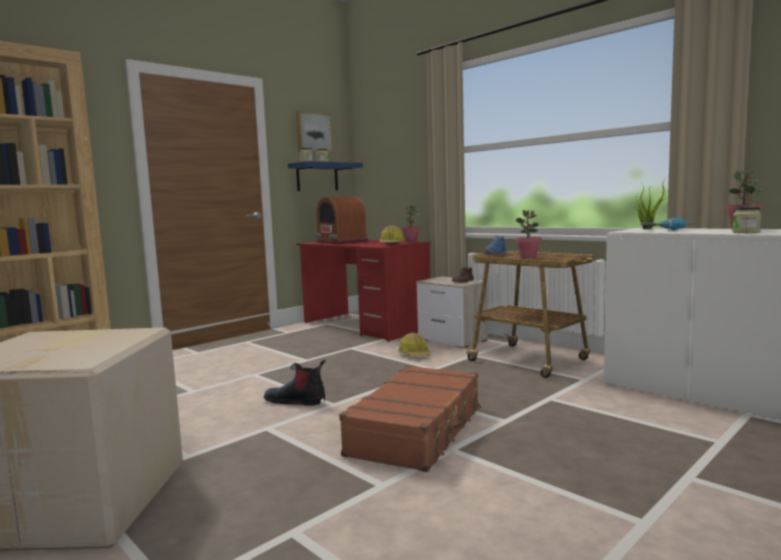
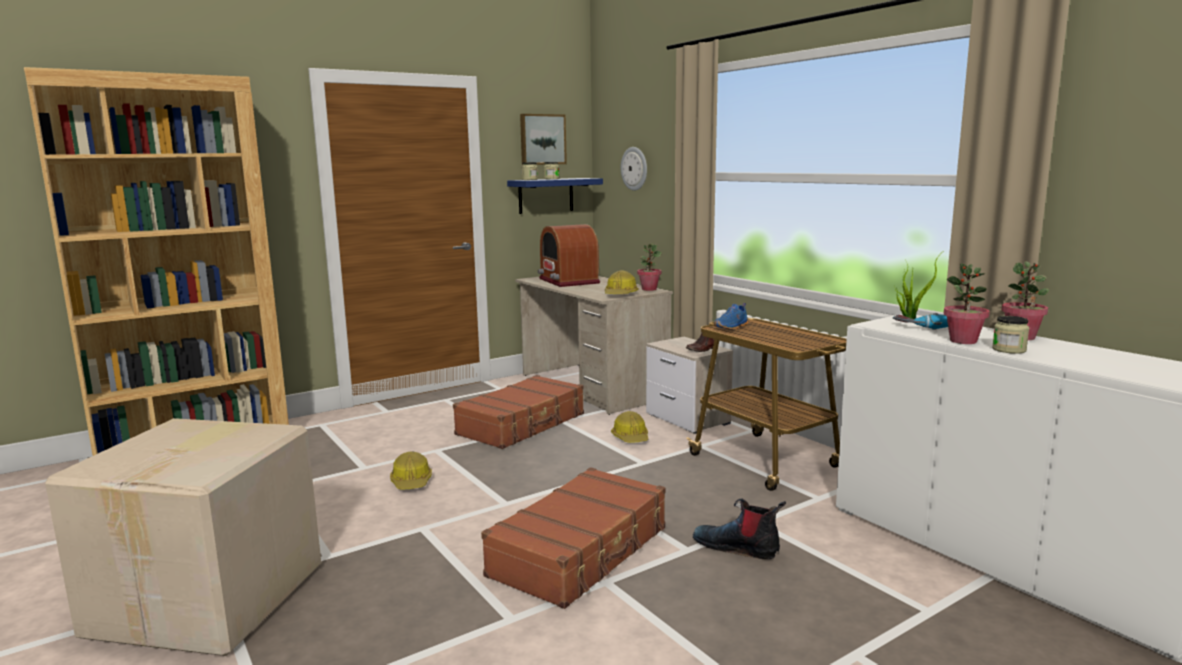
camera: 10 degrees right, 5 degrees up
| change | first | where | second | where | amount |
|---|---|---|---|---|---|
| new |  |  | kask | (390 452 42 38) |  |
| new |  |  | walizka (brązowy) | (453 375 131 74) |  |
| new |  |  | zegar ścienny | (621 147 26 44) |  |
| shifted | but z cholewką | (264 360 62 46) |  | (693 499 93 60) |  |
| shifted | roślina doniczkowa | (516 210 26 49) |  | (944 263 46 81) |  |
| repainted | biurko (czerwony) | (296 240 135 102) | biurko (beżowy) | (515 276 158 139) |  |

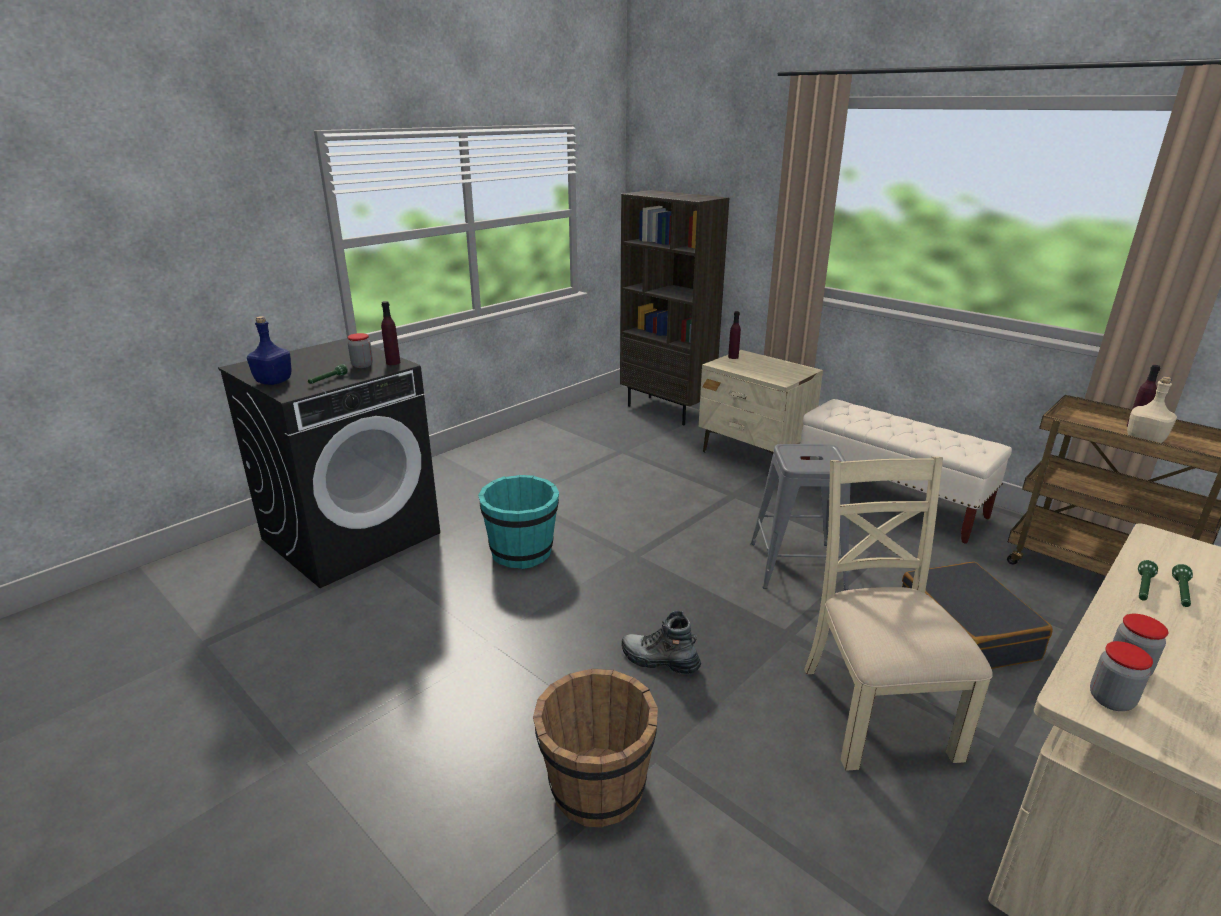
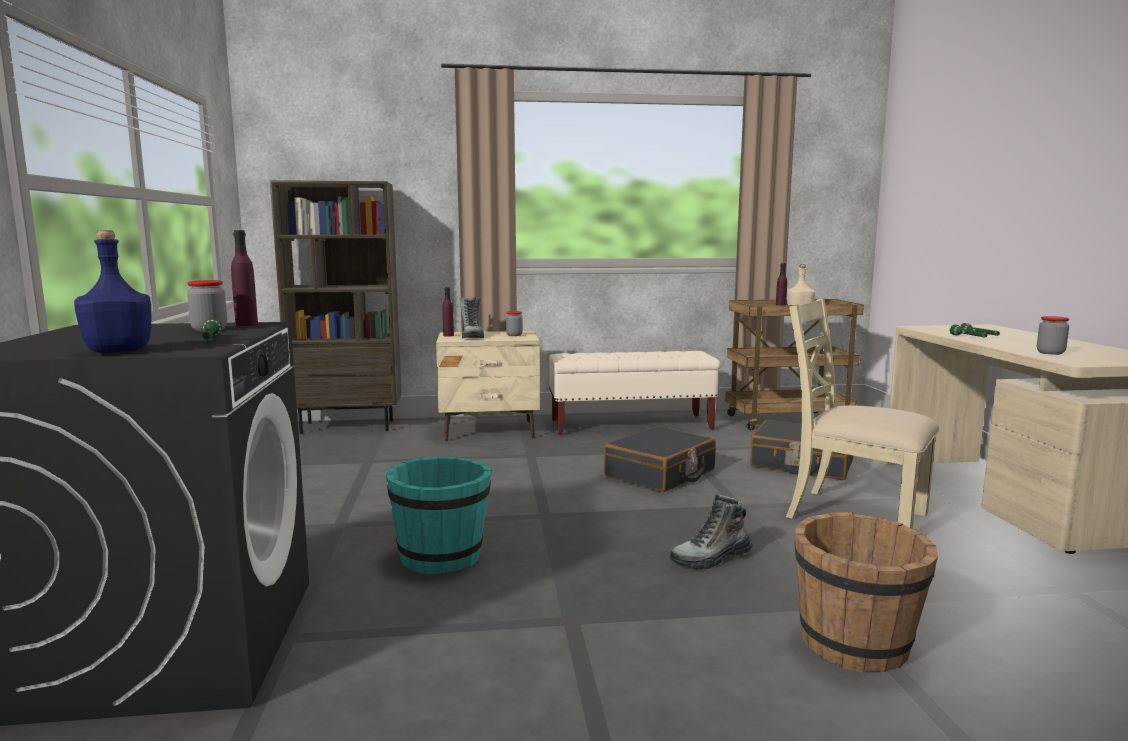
camera: 50 degrees left, 15 degrees down
| change | first | where | second | where | amount |
|---|---|---|---|---|---|
| new |  |  | but z cholewką | (460 297 24 41) |  |
| shifted | słoik | (1090 641 63 70) |  | (506 311 17 25) |  |
| swapped | stołek (szary) | (751 444 99 146) | walizka (czarny) | (604 426 112 66) |  |

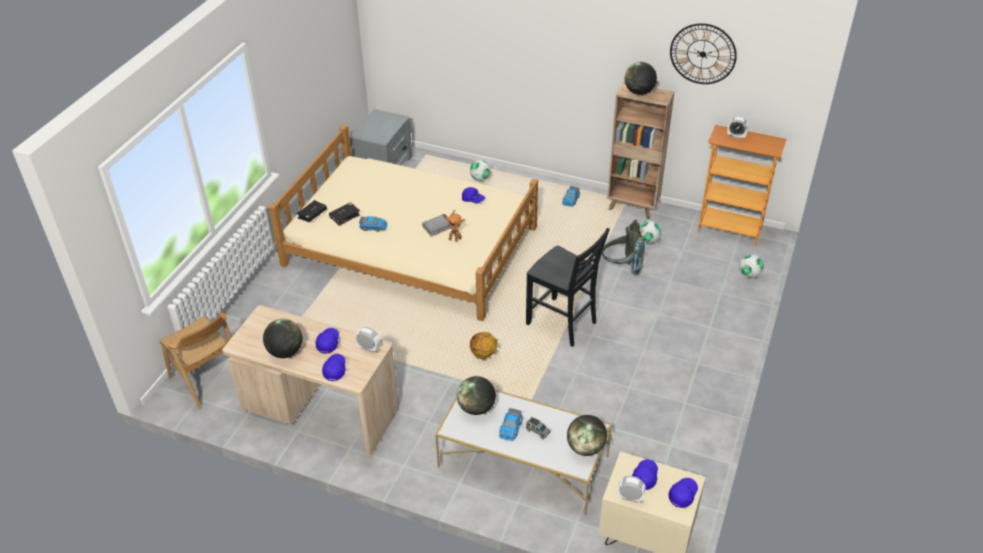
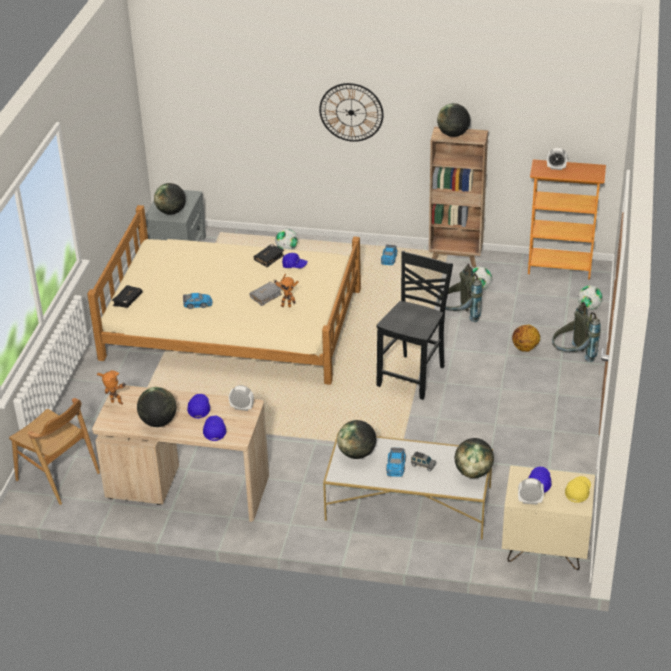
camera: 10 degrees left, 5 degrees down
| change | first | where | second | where | amount |
|---|---|---|---|---|---|
| new |  |  | robot zabawkowy | (97 370 29 35) |  |
| new |  |  | globus | (154 183 32 32) |  |
| new |  |  | plecak (szary) | (552 302 49 60) |  |
| shifted | książka (czarny) | (329 203 31 23) |  | (254 244 30 23) |  |
| shifted | piłka do koszykówki | (470 332 28 28) |  | (512 325 28 27) |  |
| shifted | zegar ścienny | (670 23 67 61) |  | (319 83 65 59) |  |
| repainted | czapka z daszkiem (niebieski) | (668 478 30 30) | czapka z daszkiem (żółty) | (565 476 26 27) |  |
| rotated | krzesło (czarny) | (526 228 84 119) |  | (377 251 76 149) | 90 degrees counterclockwise |

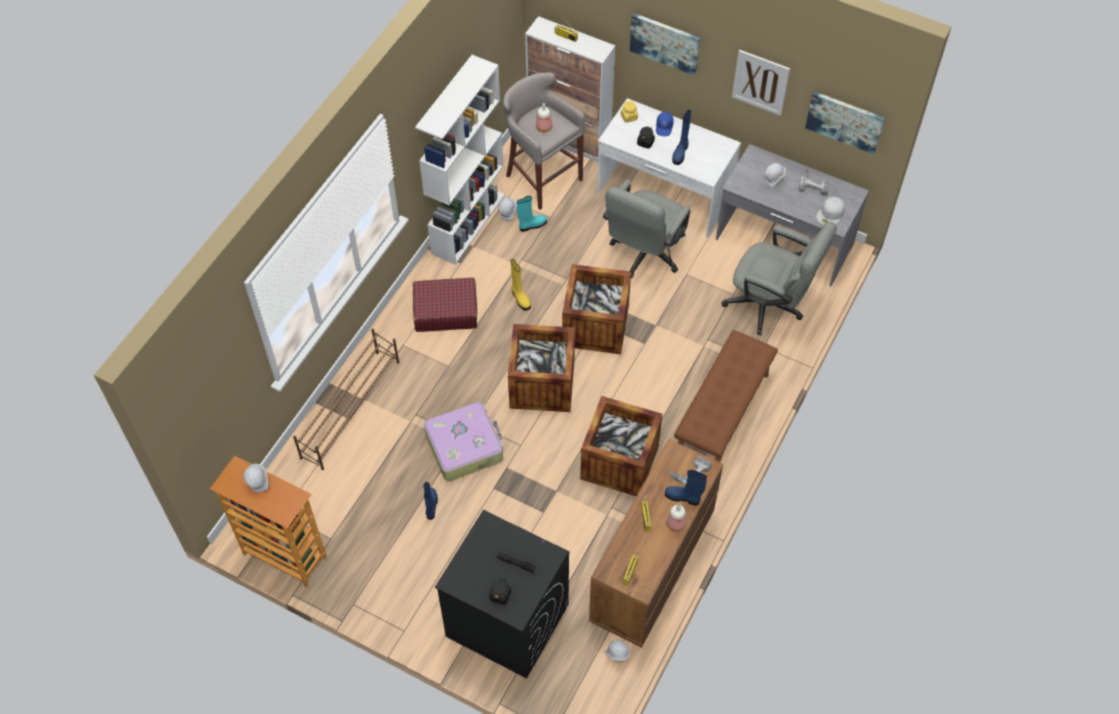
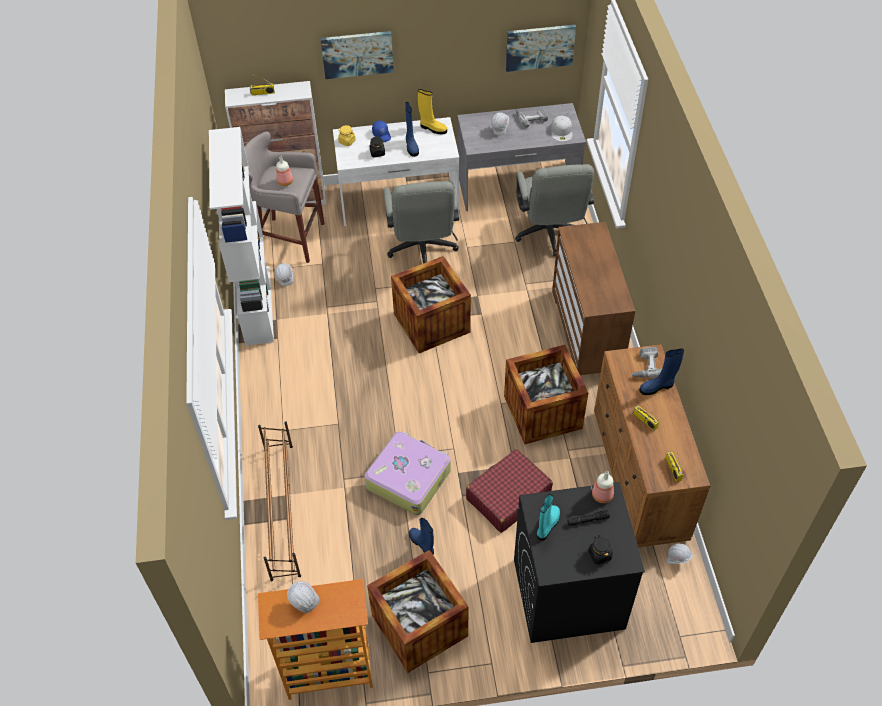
camera: 35 degrees left, 5 degrees down
| change | first | where | second | where | amount |
|---|---|---|---|---|---|
| gone | obraz | (732 50 58 66) |  |  |  |
| shifted | walizka (czerwony) | (413 277 64 55) |  | (466 449 87 84) |  |
| shifted | skrzynka | (508 324 67 88) |  | (367 550 102 123) |  |
| shifted | but z cholewką (żółty) | (511 259 20 52) |  | (418 89 29 45) |  |
| shifted | but z cholewką (turkusowy) | (517 196 30 36) |  | (537 494 23 47) |  |
| shifted | butelka | (666 503 21 29) |  | (592 471 22 32) |  |
| swapped | ławka (brązowy) | (674 330 104 132) | komoda (brązowy) | (552 222 83 153) |  |
| rotated | krzesło biurowe (szary) | (721 221 116 114) |  | (515 164 79 93) | 90 degrees clockwise |

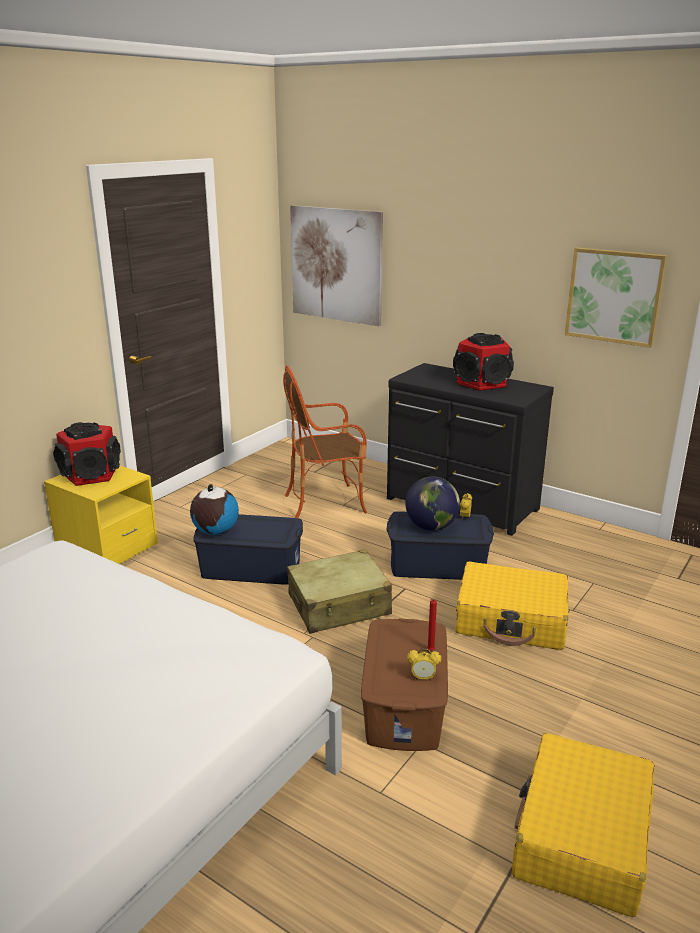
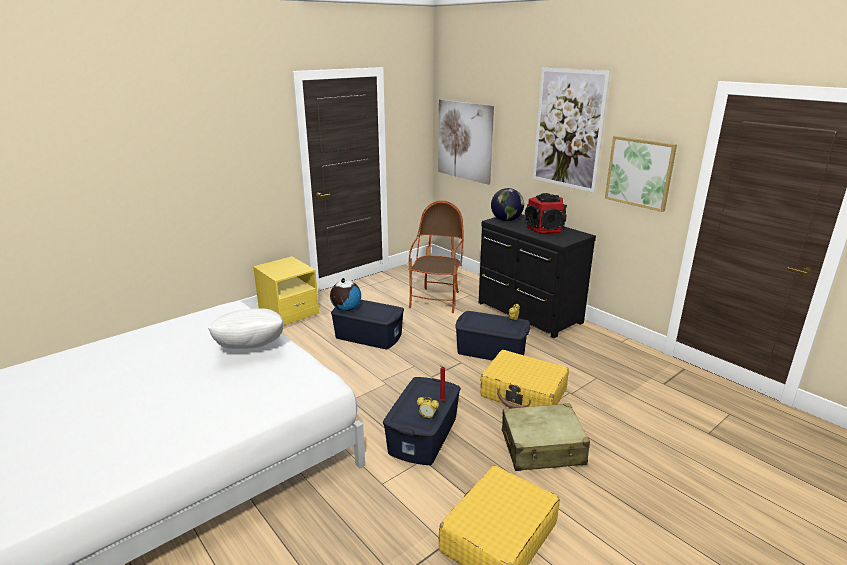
camera: 15 degrees right, 0 degrees up
| change | first | where | second | where | amount |
|---|---|---|---|---|---|
| gone | głośnik | (53 422 68 64) |  |  |  |
| new |  |  | poduszka (biały) | (207 308 77 41) |  |
| new |  |  | obraz | (533 68 77 125) |  |
| shifted | walizka (beżowy) | (287 549 105 85) |  | (502 403 88 68) |  |
| shifted | globus | (405 476 55 55) |  | (491 188 33 33) |  |
| repainted | pojemnik do przechowywania (brązowy) | (361 619 87 132) | pojemnik do przechowywania (niebieski) | (383 377 78 88) |  |
| rotated | fotel | (283 365 84 153) |  | (408 200 56 113) | 105 degrees clockwise |

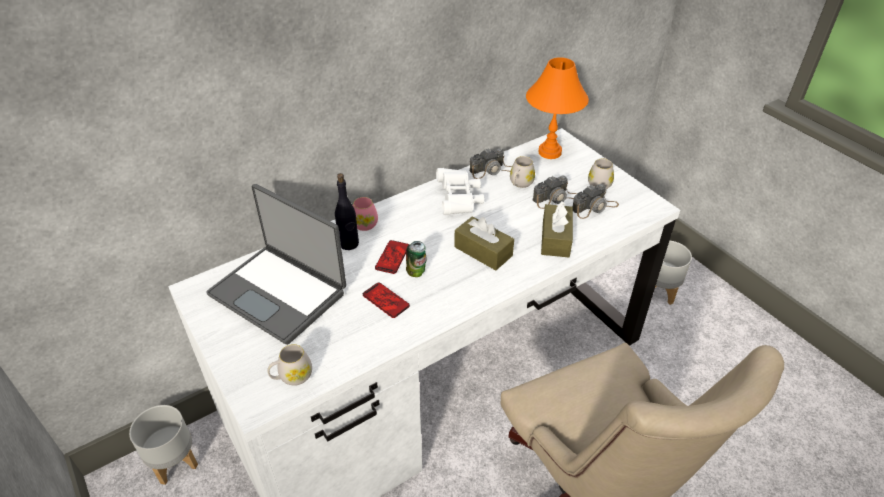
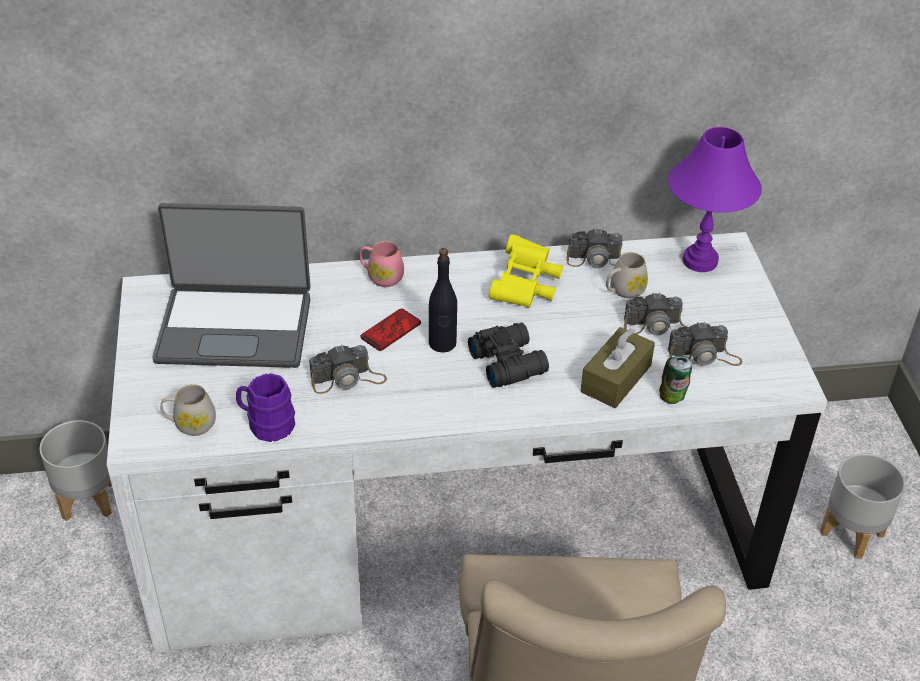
camera: 25 degrees right, 0 degrees up
| change | first | where | second | where | amount |
|---|---|---|---|---|---|
| gone | kubek (biały) | (588 157 26 32) |  |  |  |
| new |  |  | kubek (fioletowy) | (236 373 59 69) |  |
| shifted | butelka (czarny) | (335 173 24 77) |  | (429 248 28 105) |  |
| shifted | puszka | (406 241 21 36) |  | (659 355 33 49) |  |
| swapped | telefon | (363 282 47 36) | aparat fotograficzny | (309 344 78 50) |  |
| swapped | pudełko chusteczek (brązowy) | (454 216 60 54) | lornetka (czarny) | (468 323 81 65) |  |
| repainted | lornetka (biały) | (436 168 48 47) | lornetka (żółty) | (489 234 74 74) |  |
| repainted | lampa stołowa (pomarańczowy) | (526 57 63 102) | lampa stołowa (fioletowy) | (668 127 94 145) |  |
| rotated | laptop | (206 184 140 161) |  | (152 203 158 165) | 60 degrees counterclockwise |

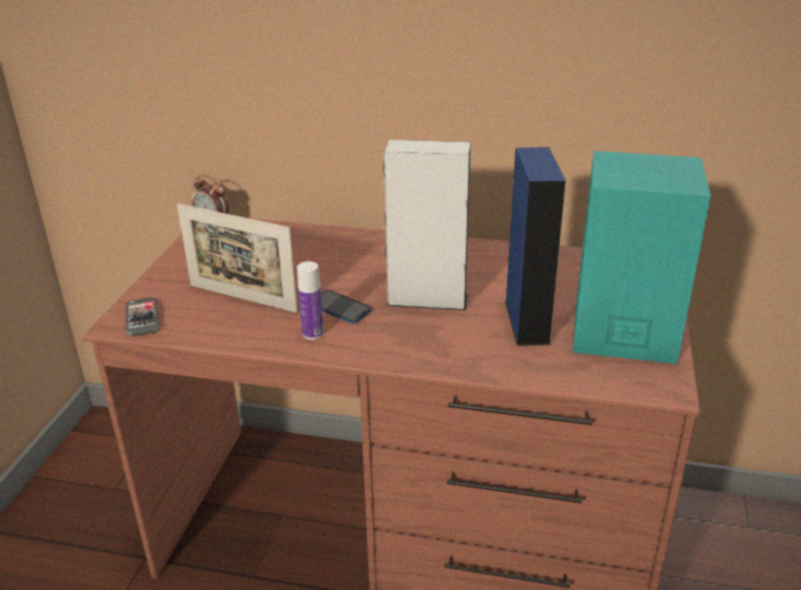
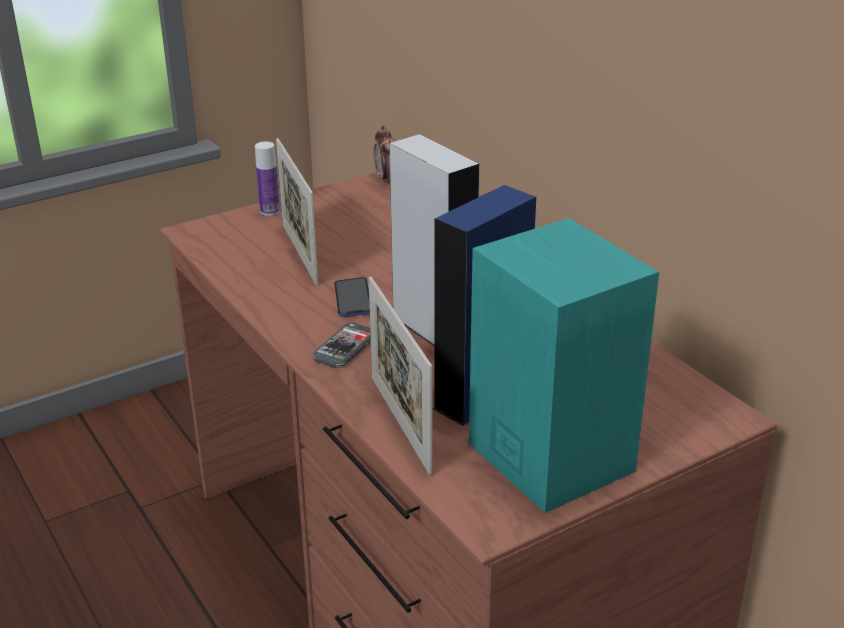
camera: 45 degrees right, 0 degrees up
| change | first | where | second | where | amount |
|---|---|---|---|---|---|
| new |  |  | ramka na zdjęcie | (369 277 64 198) |  |
| shifted | telefon | (125 297 35 39) |  | (312 323 59 45) |  |
| shifted | butelka | (297 261 27 79) |  | (255 142 25 74) |  |

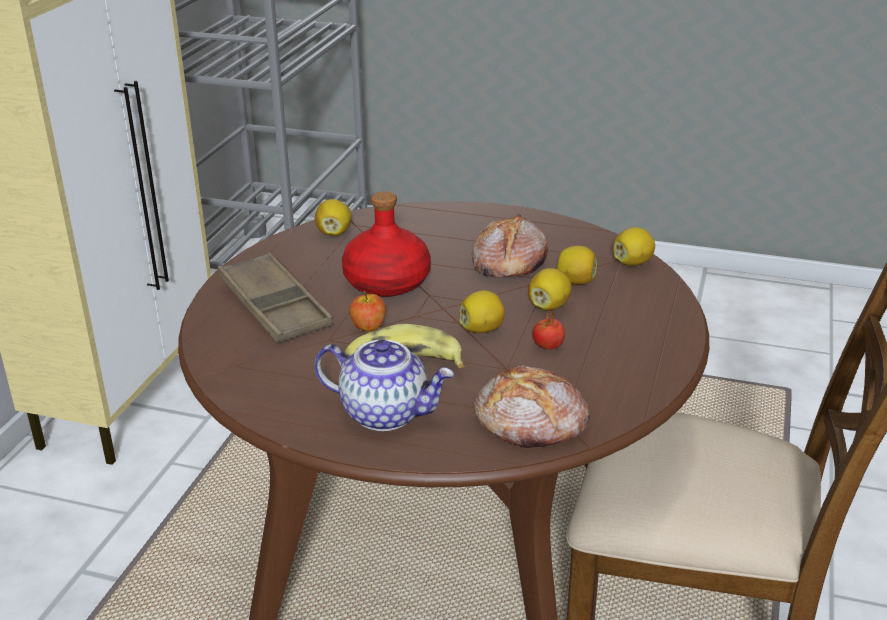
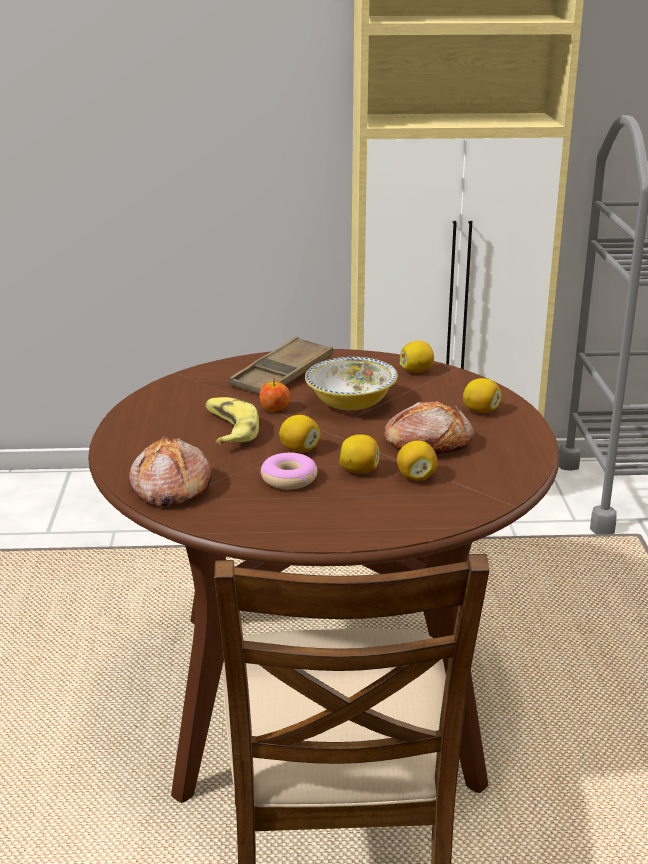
camera: 70 degrees right, 5 degrees down
| change | first | where | second | where | amount |
|---|---|---|---|---|---|
| gone | imbryk | (314 339 140 92) |  |  |  |
| shifted | cytryna | (613 227 42 39) |  | (463 378 39 35) |  |
| swapped | butelka (czerwony) | (342 191 89 106) | miska | (305 357 93 53) |  |
| swapped | pomidor | (533 310 32 40) | donut | (261 453 56 36) |  |

